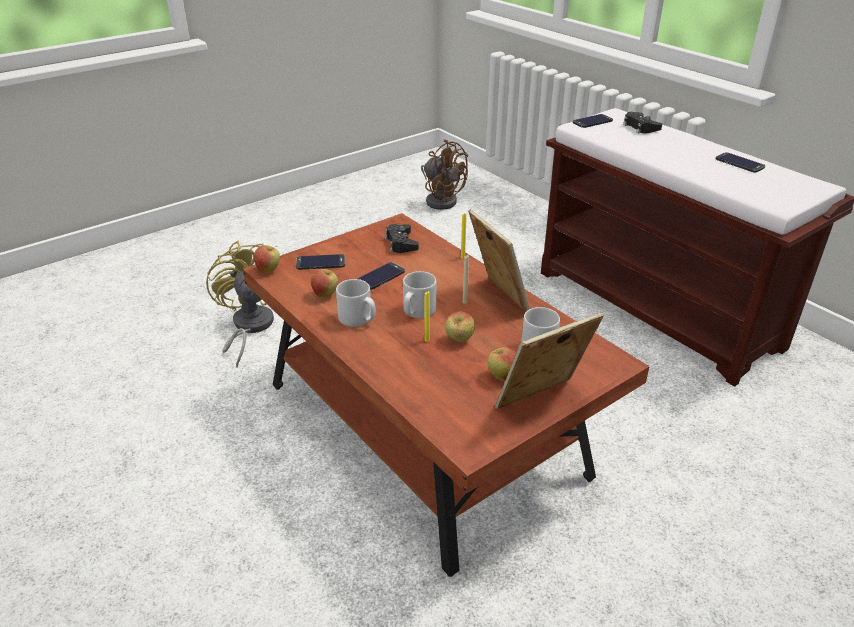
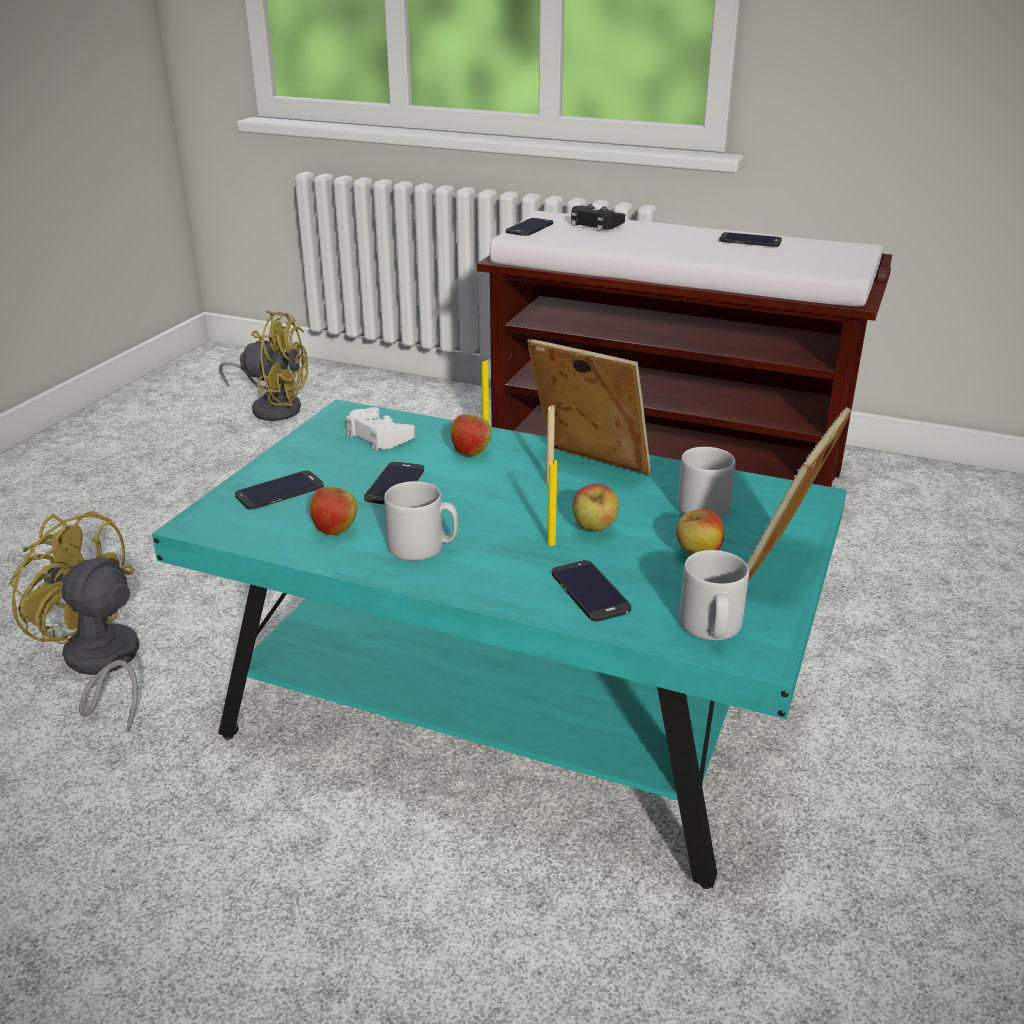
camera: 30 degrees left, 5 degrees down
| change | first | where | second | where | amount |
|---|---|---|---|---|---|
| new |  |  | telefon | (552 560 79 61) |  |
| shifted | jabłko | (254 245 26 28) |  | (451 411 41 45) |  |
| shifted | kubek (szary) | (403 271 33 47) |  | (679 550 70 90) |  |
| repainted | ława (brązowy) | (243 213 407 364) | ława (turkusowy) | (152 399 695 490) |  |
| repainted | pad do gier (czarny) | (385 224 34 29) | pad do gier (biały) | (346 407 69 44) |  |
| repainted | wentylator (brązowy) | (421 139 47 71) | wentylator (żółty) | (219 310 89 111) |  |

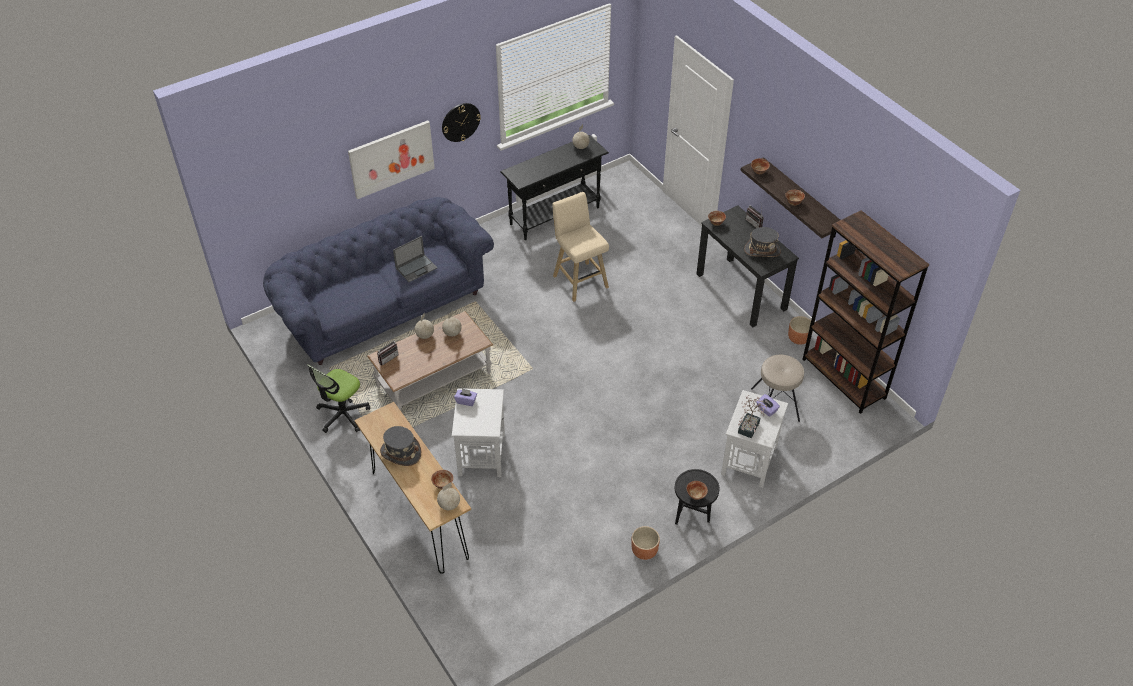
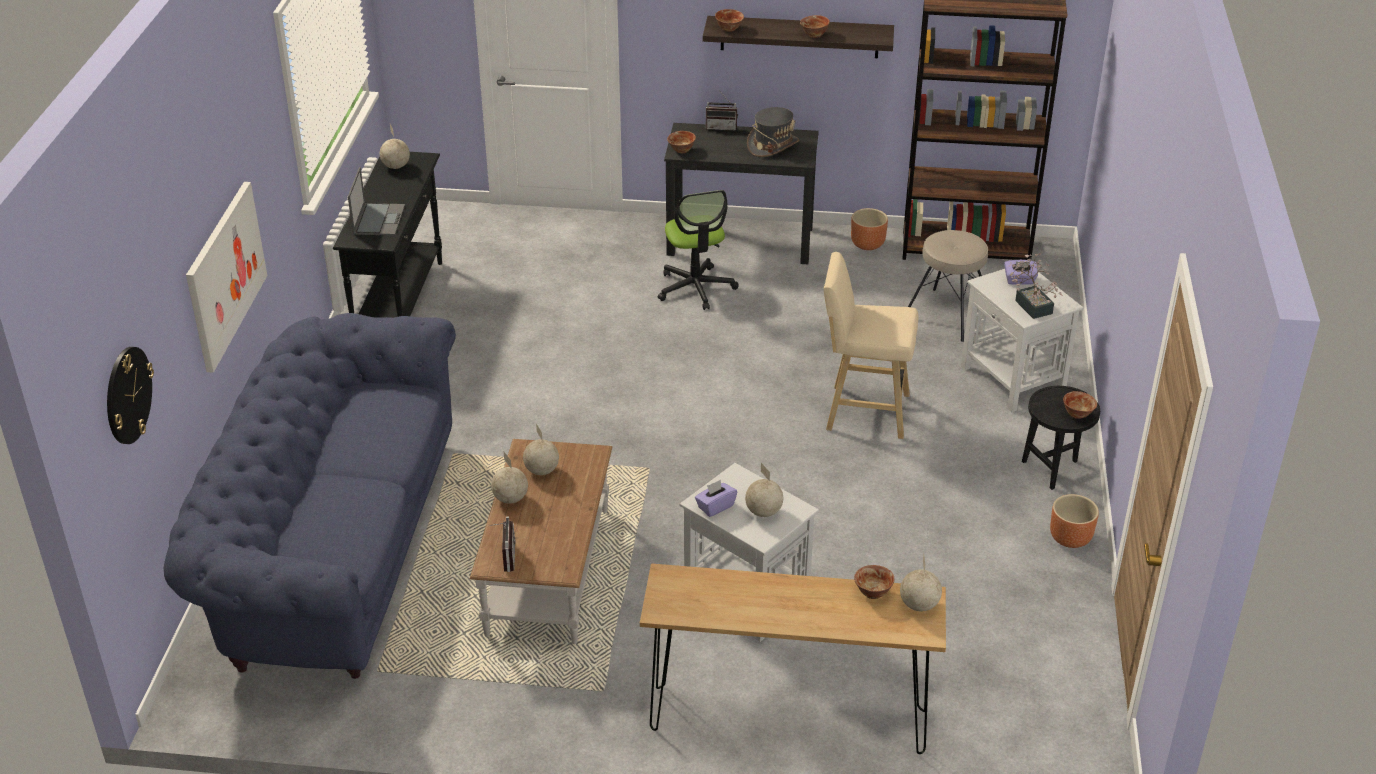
camera: 50 degrees left, 10 degrees down
| change | first | where | second | where | amount |
|---|---|---|---|---|---|
| gone | kapelusz (szary) | (380 426 41 40) |  |  |  |
| new |  |  | globus | (745 463 38 54) |  |
| shifted | krzesło biurowe | (307 364 63 69) |  | (658 190 81 120) |  |
| shifted | laptop | (393 236 44 46) |  | (348 167 57 69) |  |
| shifted | zegar ścienny | (442 103 39 39) |  | (107 347 47 97) |  |
| shifted | stołek (beżowy) | (552 192 57 110) |  | (824 252 95 187) |  |

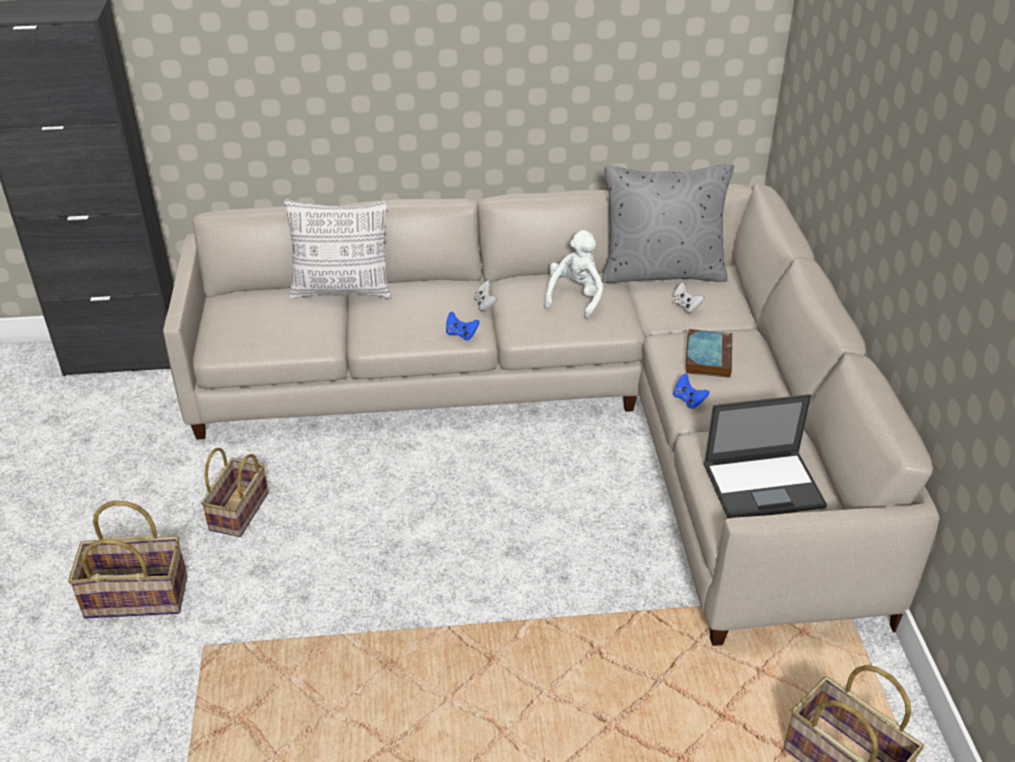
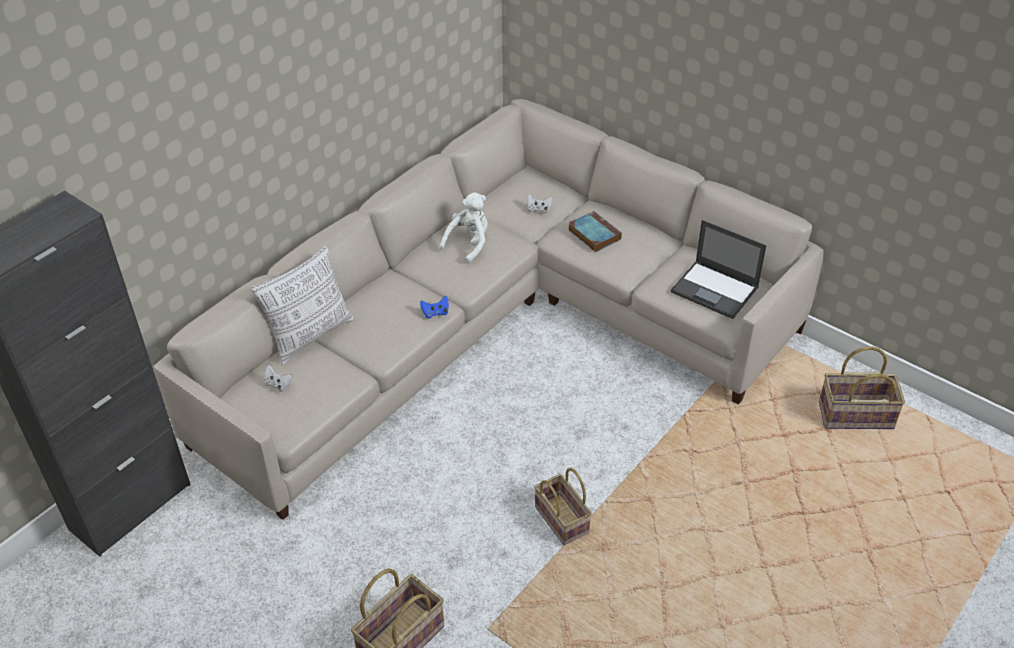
camera: 45 degrees left, 5 degrees up
| change | first | where | second | where | amount |
|---|---|---|---|---|---|
| gone | poduszka (szary) | (602 164 132 119) |  |  |  |
| gone | pad do gier (niebieski) | (673 374 36 35) |  |  |  |
| shifted | koszyk | (201 448 68 89) |  | (534 468 58 77) |  |
| shifted | pad do gier (biały) | (474 281 23 30) |  | (264 365 29 27) |  |
| rotated | pluszak (biały) | (544 230 60 89) |  | (439 192 49 72) | 60 degrees clockwise |
| rotated | laptop | (704 394 123 124) |  | (671 220 96 99) | 90 degrees clockwise |

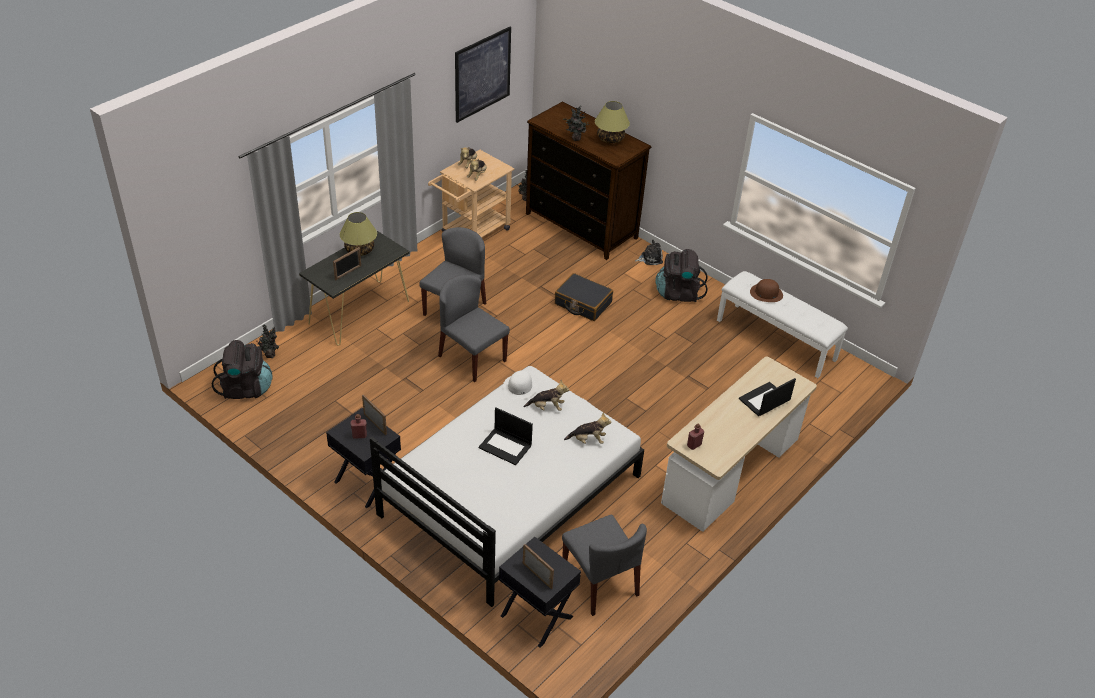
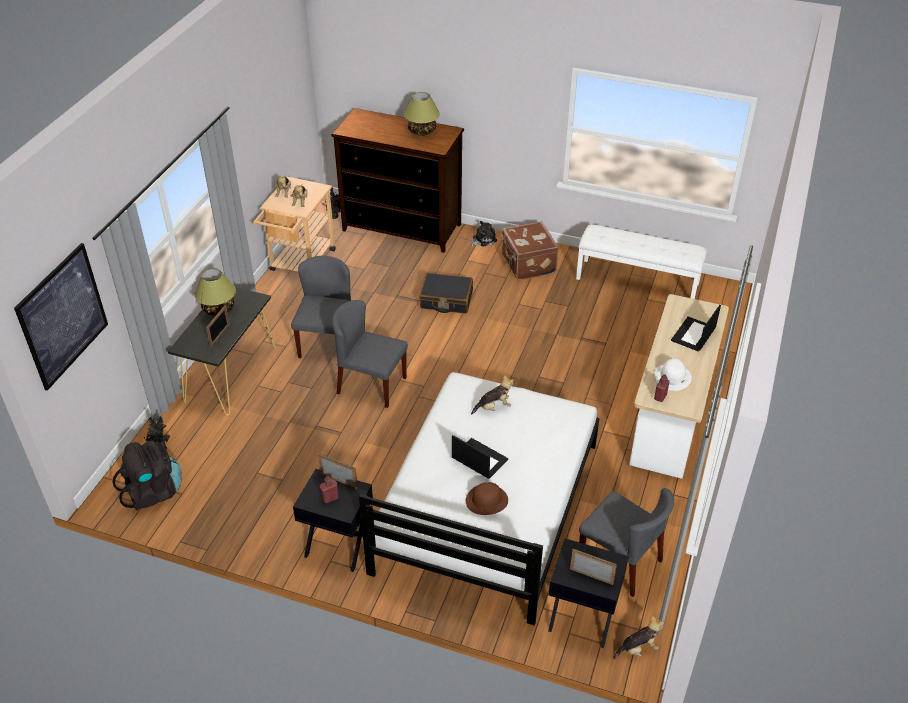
camera: 20 degrees left, 0 degrees up
| change | first | where | second | where | amount |
|---|---|---|---|---|---|
| gone | roślina doniczkowa | (563 105 26 36) |  |  |  |
| shifted | obraz | (455 27 56 96) |  | (14 243 94 148) |  |
| shifted | kapelusz (biały) | (503 370 35 30) |  | (655 358 37 33) |  |
| shifted | pluszak | (564 412 47 32) |  | (613 615 51 44) |  |
| shifted | kapelusz (brązowy) | (750 279 33 23) |  | (466 482 42 33) |  |
| swapped | plecak (czarny) | (655 249 53 53) | walizka (brązowy) | (502 221 56 59) |  |
| rotated | laptop | (479 408 54 57) |  | (452 435 56 44) | 150 degrees counterclockwise |

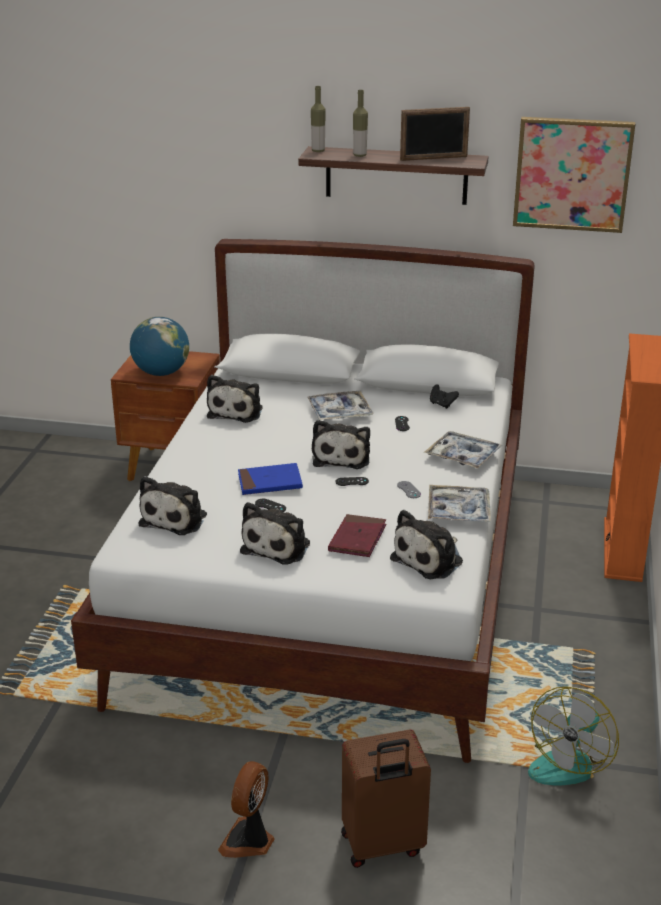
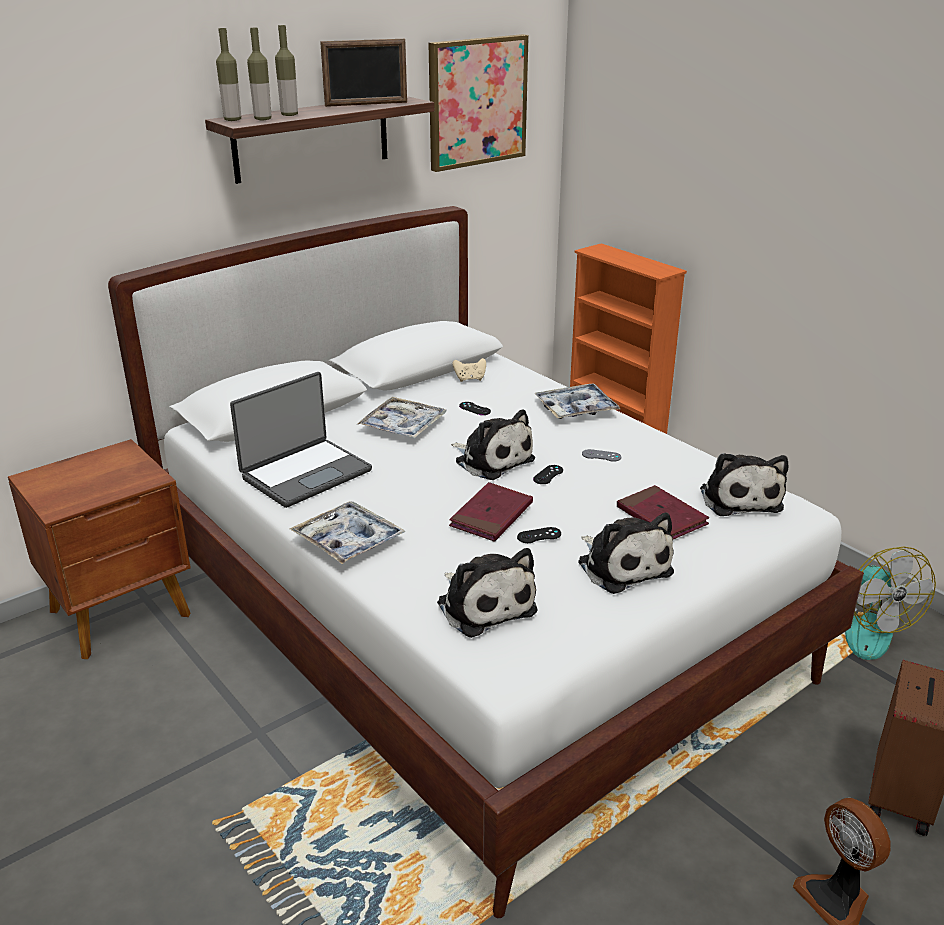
camera: 50 degrees left, 0 degrees up
| change | first | where | second | where | amount |
|---|---|---|---|---|---|
| gone | globus | (130 317 59 59) |  |  |  |
| new |  |  | butelka | (247 28 24 92) |  |
| shifted | taca | (428 485 63 37) |  | (290 501 116 63) |  |
| swapped | pluszak | (207 375 55 48) | laptop | (230 372 142 136) |  |
| repainted | książka (niebieski) | (238 463 65 32) | książka (czerwony) | (449 482 84 60) |  |
| repainted | pad do gier (czarny) | (430 384 29 25) | pad do gier (beżowy) | (452 358 34 24) |  |
| rotated | ramka na zdjęcie | (400 107 70 54) |  | (320 39 87 68) | 45 degrees clockwise |

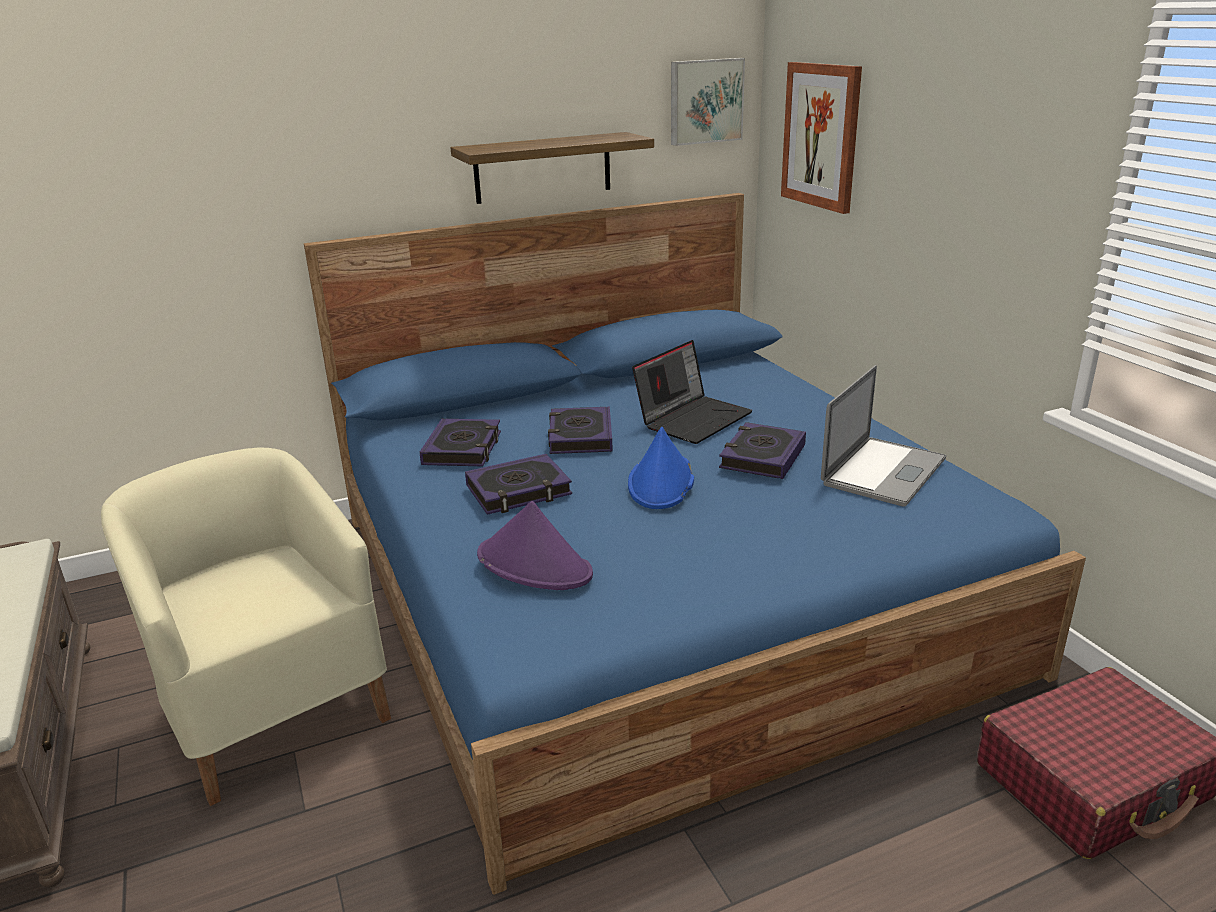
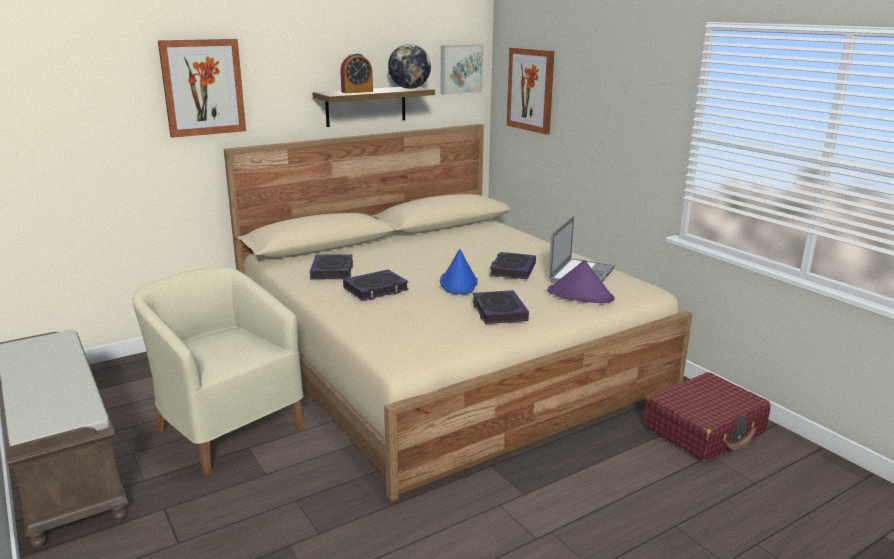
camera: 10 degrees left, 5 degrees down
| change | first | where | second | where | amount |
|---|---|---|---|---|---|
| gone | laptop | (632 340 121 104) |  |  |  |
| new |  |  | obraz | (158 39 88 99) |  |
| new |  |  | budzik | (340 53 33 40) |  |
| new |  |  | globus | (388 44 43 45) |  |
| shifted | kapelusz (fioletowy) | (477 501 116 89) |  | (548 260 67 43) |  |
| shifted | książka | (548 407 65 47) |  | (473 290 56 34) |  |
| repainted | łóżko (niebieski) | (304 193 782 702) | łóżko (beżowy) | (224 124 468 377) |  |

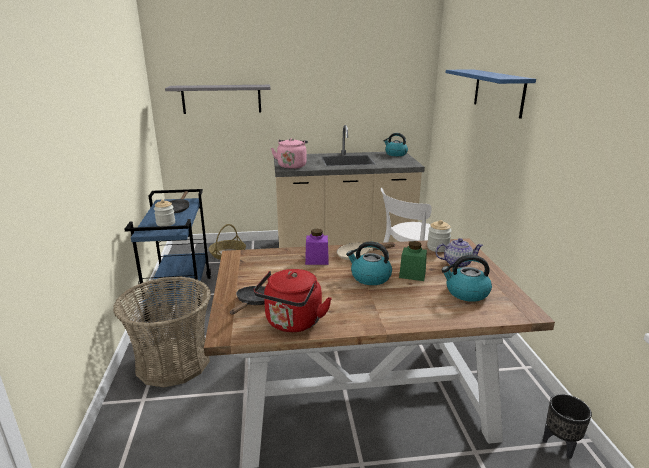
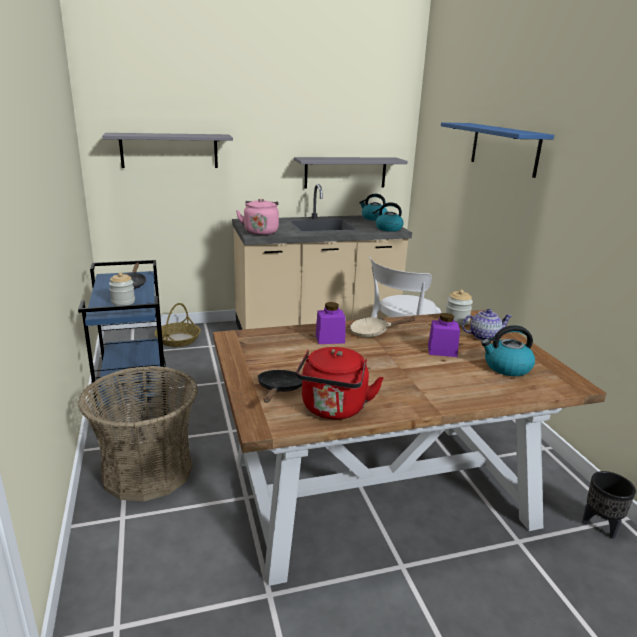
camera: 10 degrees left, 0 degrees up
| change | first | where | second | where | amount |
|---|---|---|---|---|---|
| new |  |  | półka (szary) | (294 157 114 31) |  |
| shifted | czajnik | (346 241 46 44) |  | (372 202 32 30) |  |
| repainted | słoik (zielony) | (399 241 28 40) | słoik (fioletowy) | (428 313 32 44) |  |

